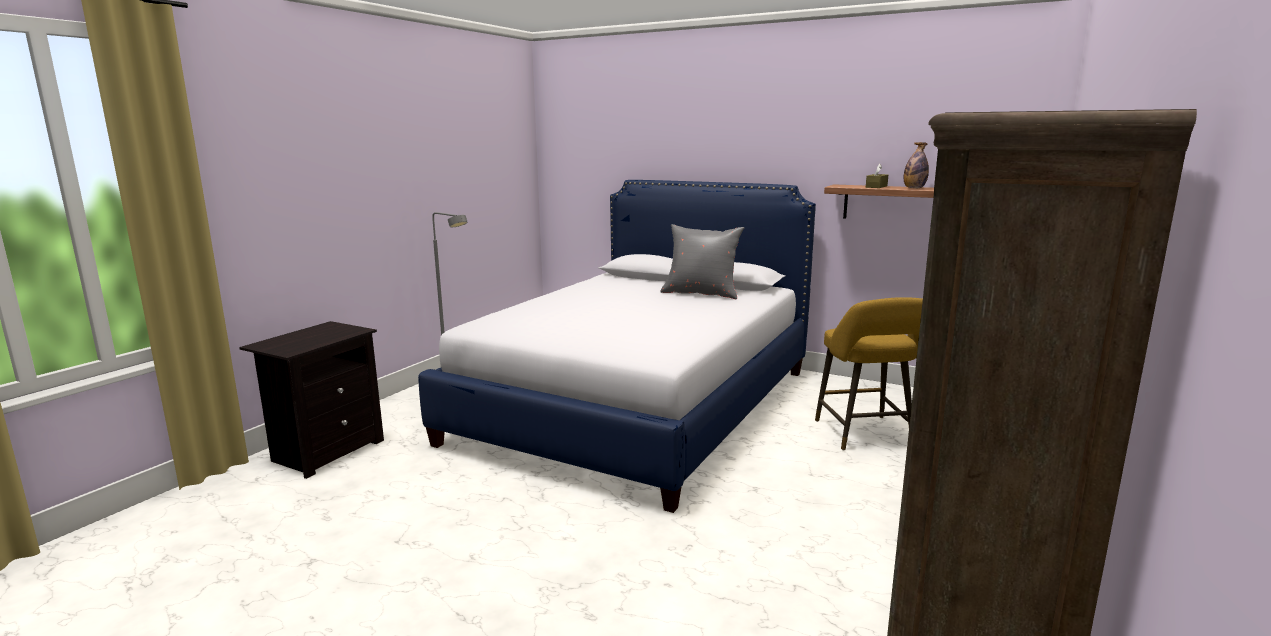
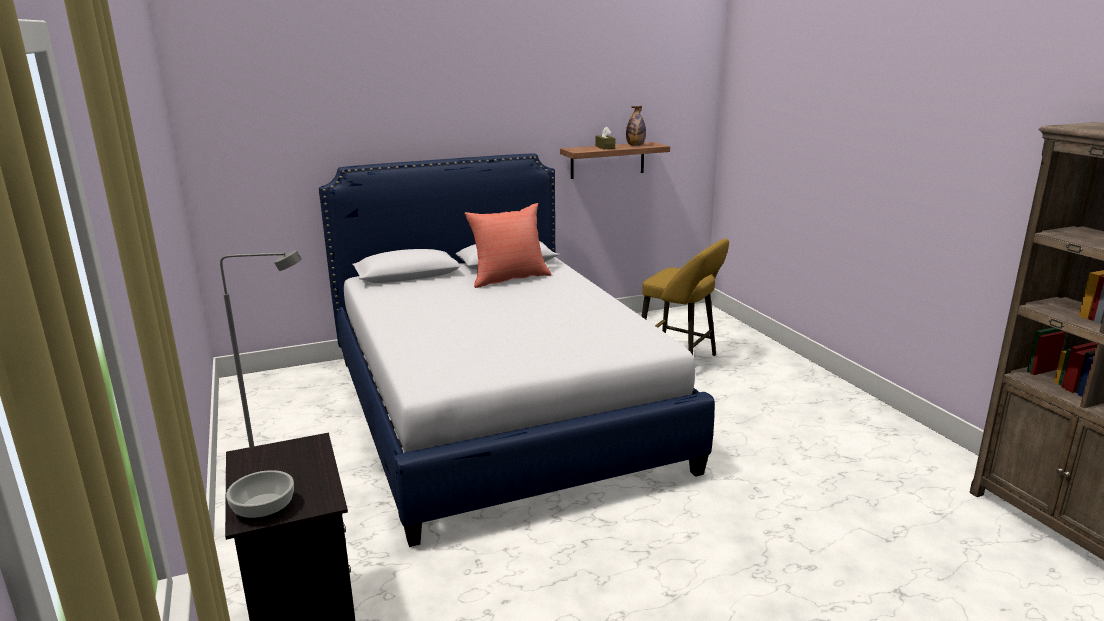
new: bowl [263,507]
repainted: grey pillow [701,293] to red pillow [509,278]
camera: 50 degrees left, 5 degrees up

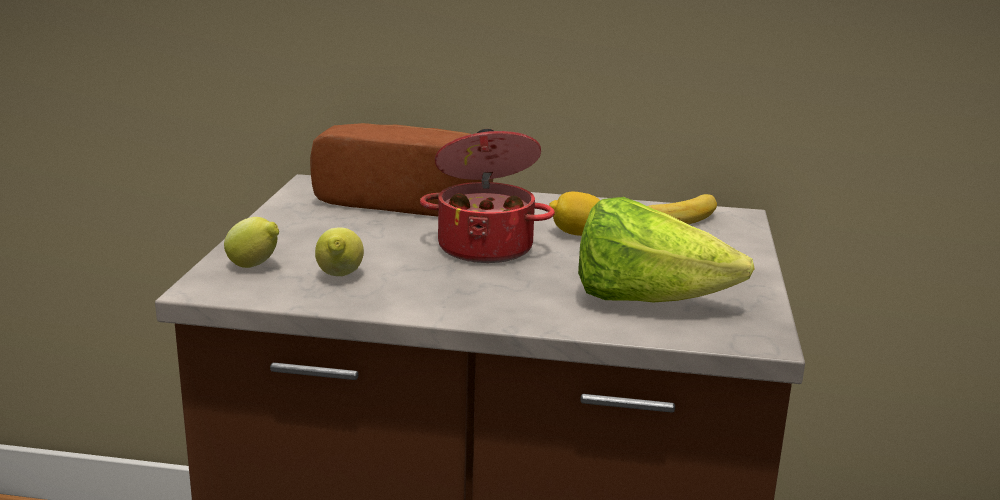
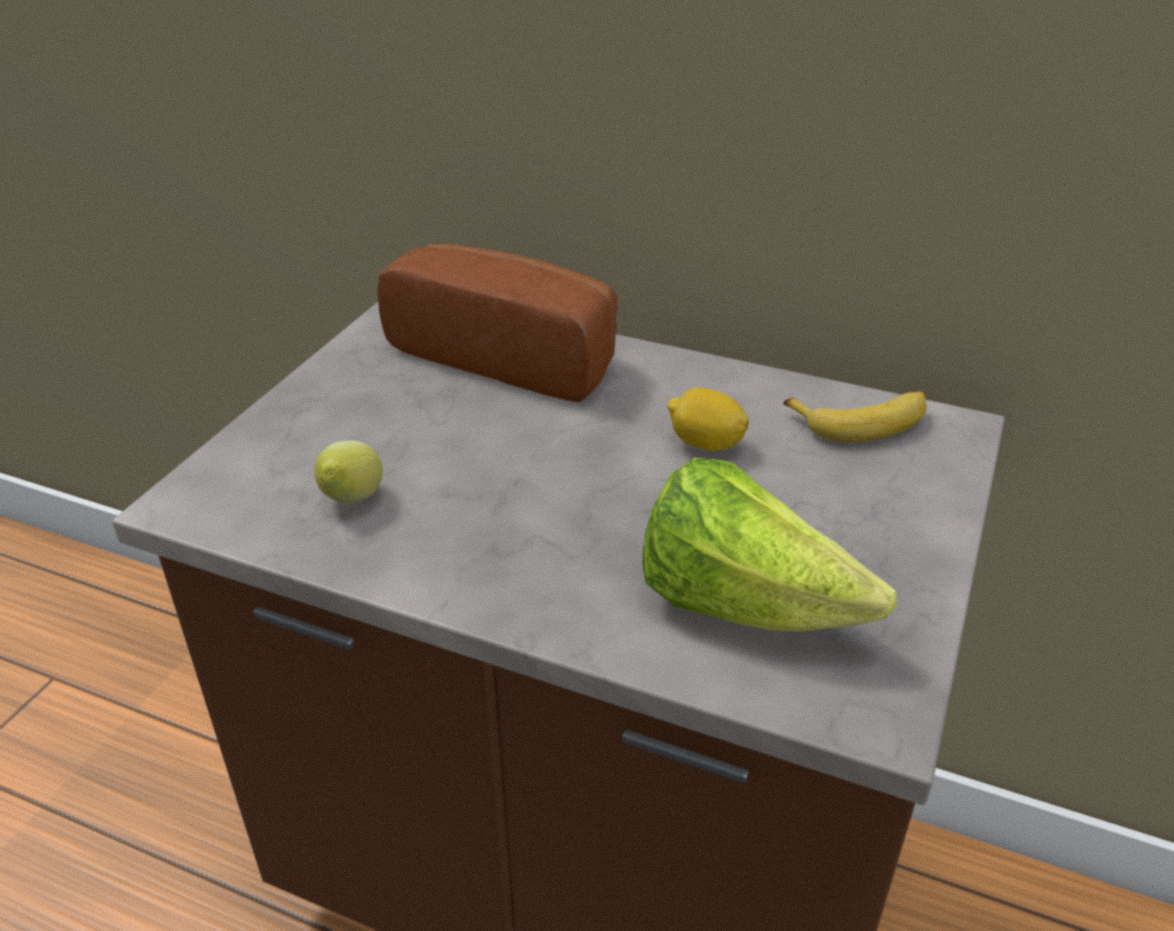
gone: lemon [255,266]; cooking pot [486,246]
camera: 15 degrees right, 15 degrees up

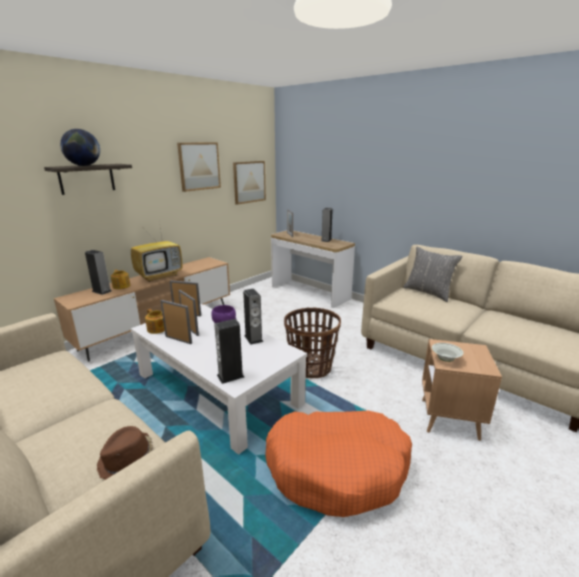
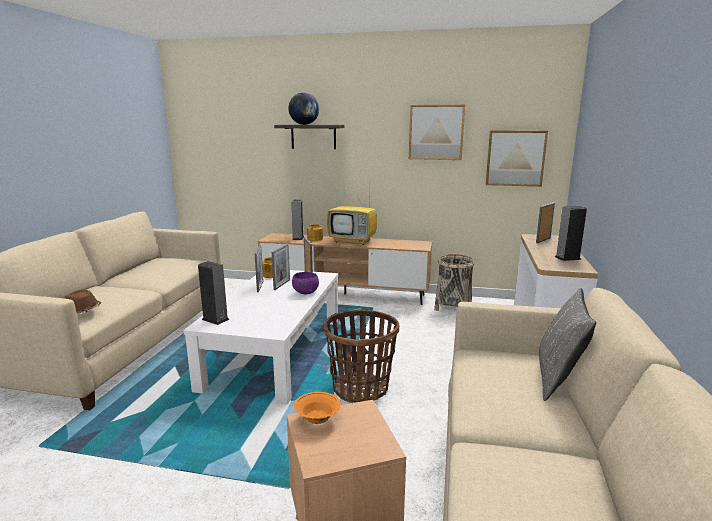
gone: speaker [253,338]; orange dog bed [337,468]
new: basket [453,307]
repainted: white bowl [445,359] to orange bowl [317,420]
camera: 60 degrees right, 5 degrees down

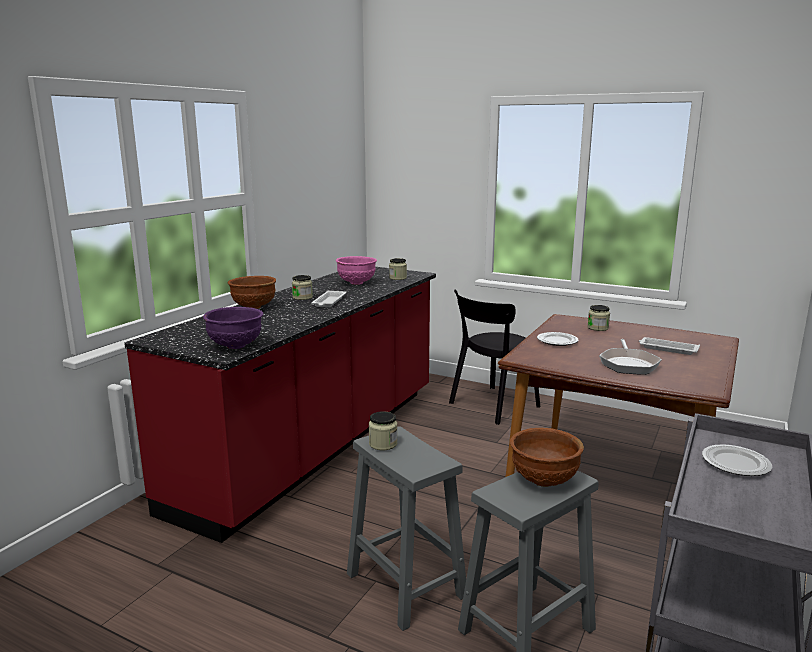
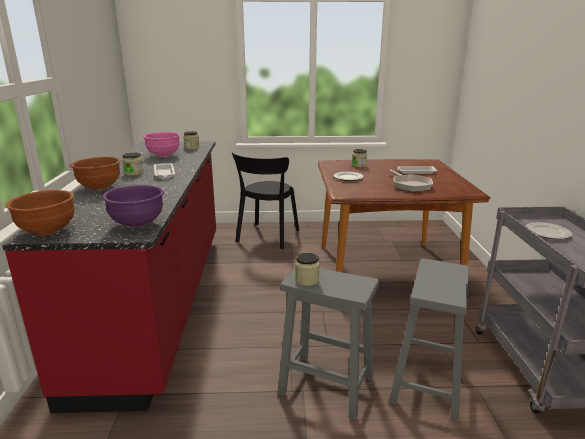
shifted: brown bowl [543,480] to [47,232]
camera: 30 degrees left, 5 degrees up

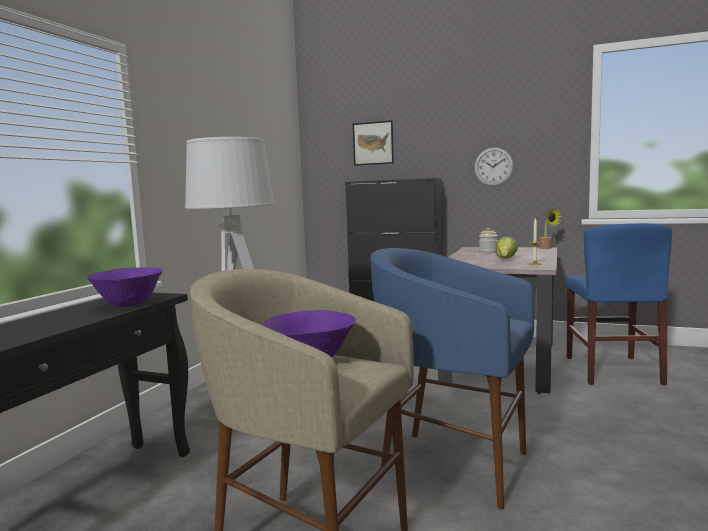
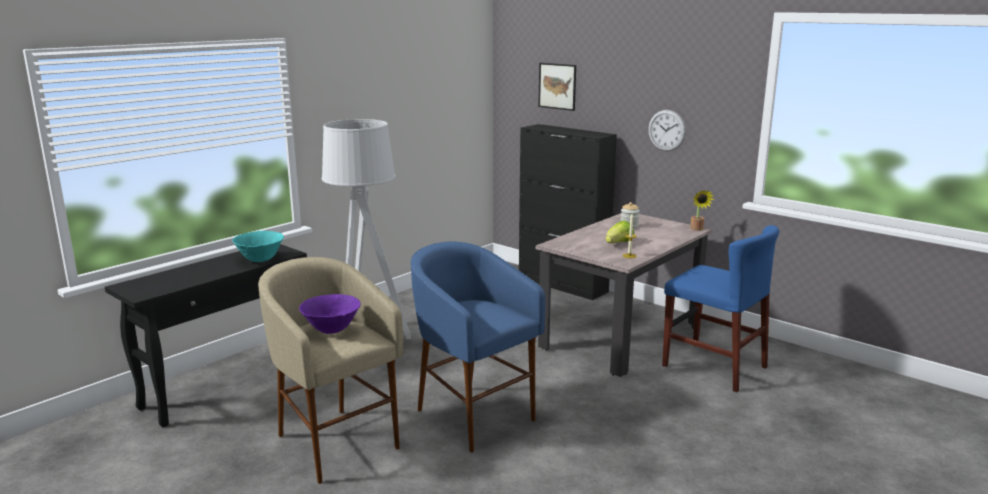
repainted: purple bowl [129,305] to turquoise bowl [260,260]
rotated: blue chair [612,370] = [714,366] 75 degrees counterclockwise
camera: 20 degrees right, 10 degrees up

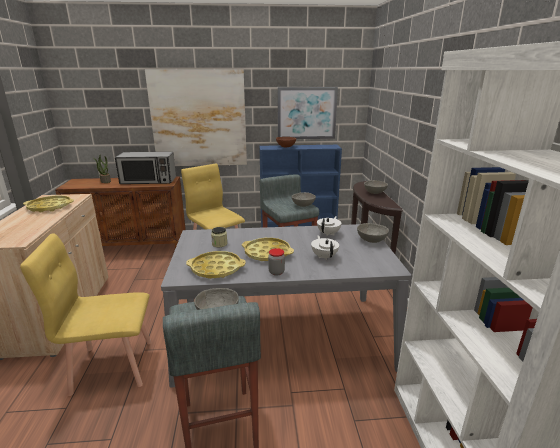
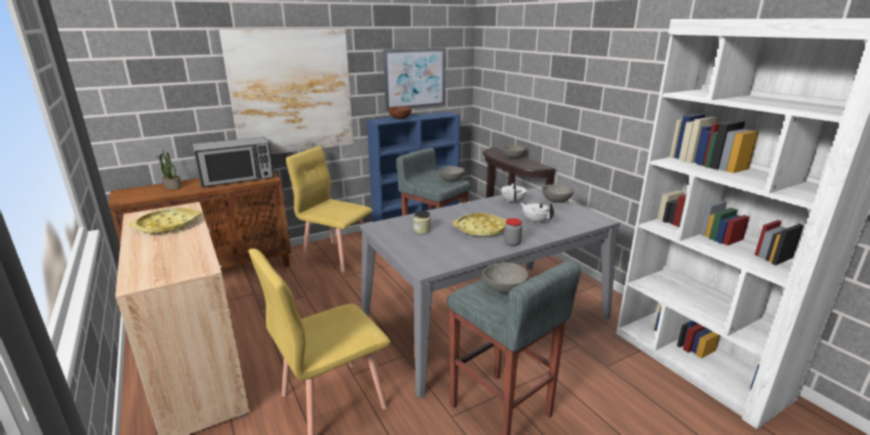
gone: yellow tray [216,269]
camera: 25 degrees left, 0 degrees up

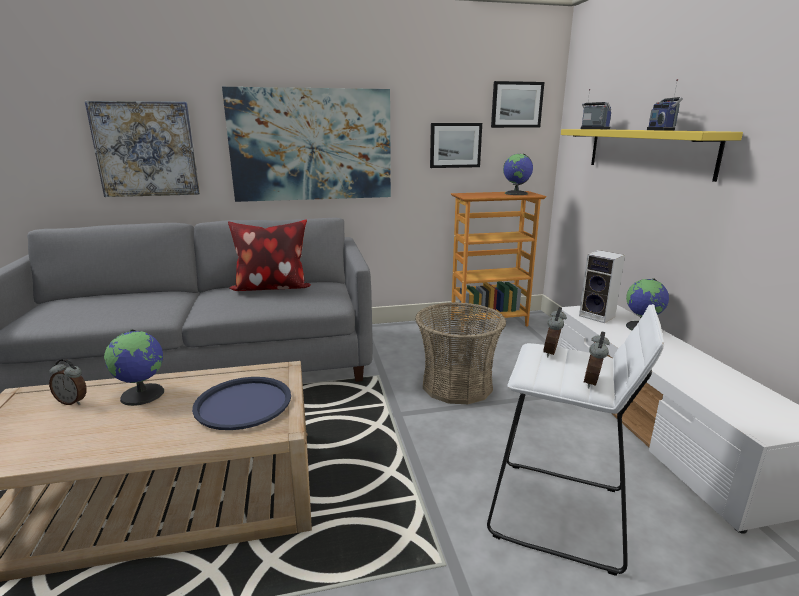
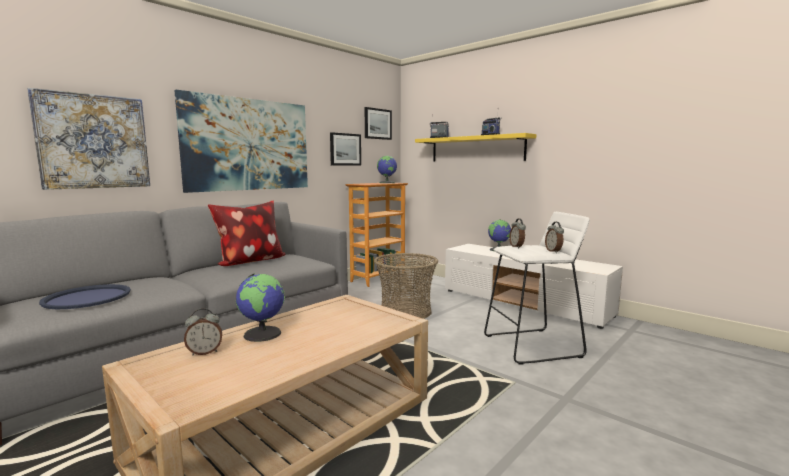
gone: speaker [598,316]
shifted: blue tray [243,404] to [87,298]
camera: 35 degrees left, 10 degrees down

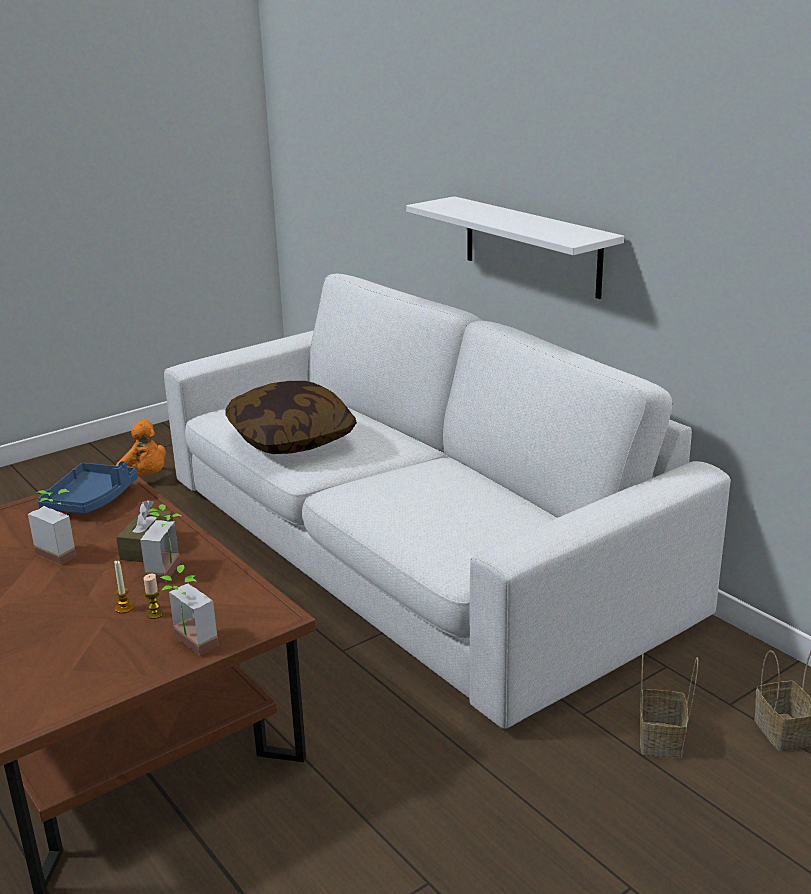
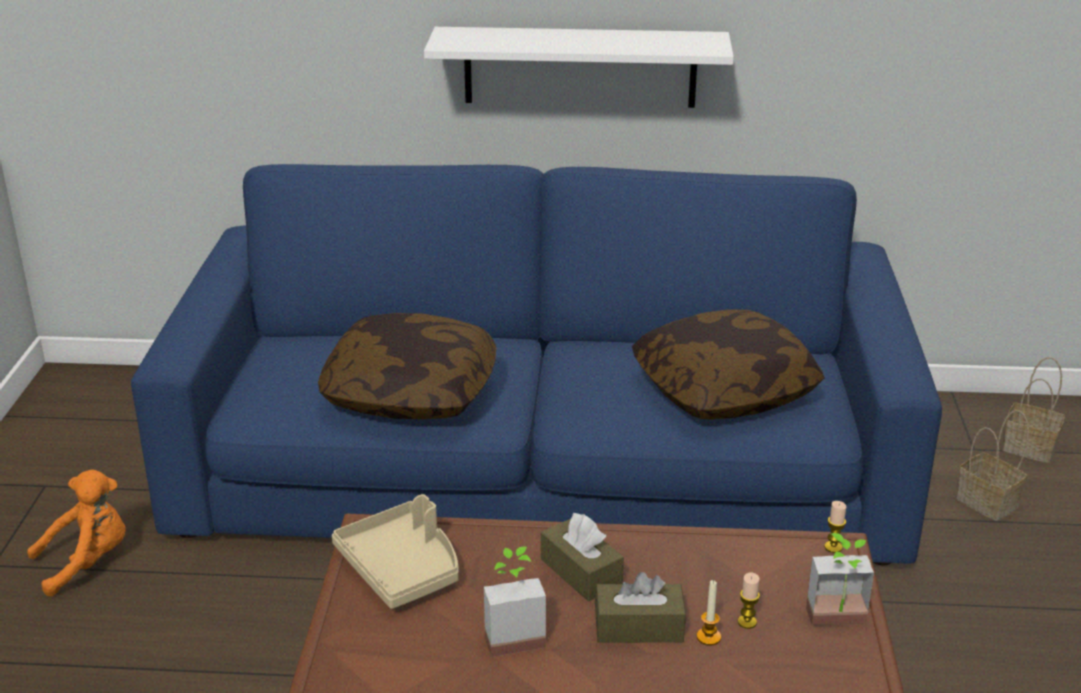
gone: potted plant [171,572]
new: brown tissue box [639,627]; pillow [724,390]; candle [833,547]
repainted: blue tray [91,500] to beige tray [402,568]; white sofa [409,547] to blue sofa [540,466]
camera: 50 degrees left, 5 degrees up

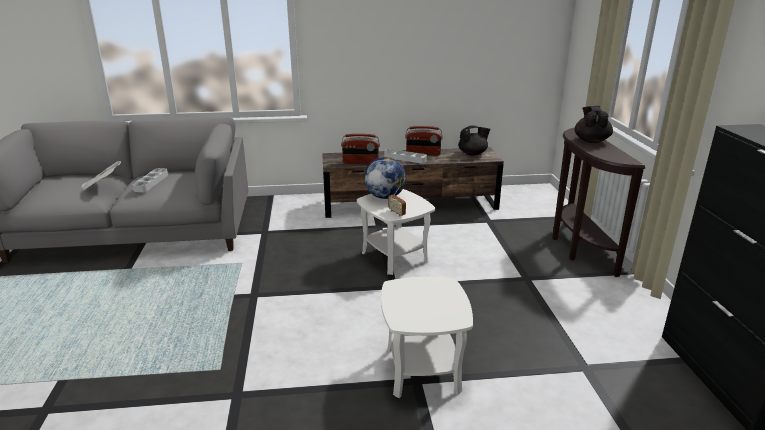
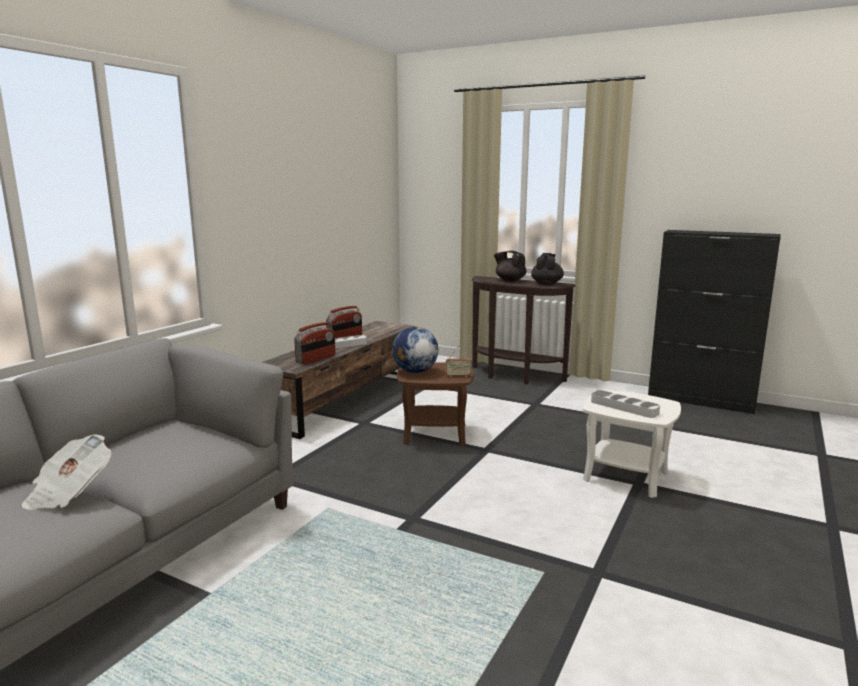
shifted: grey tray [151,182] to [624,407]; black teapot [473,154] to [546,283]
repainted: white side table [395,257] to brown side table [435,434]
camera: 55 degrees left, 10 degrees down

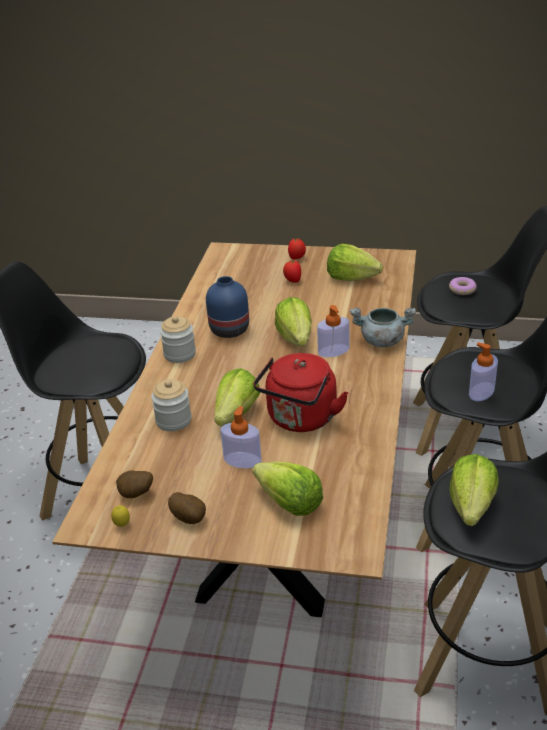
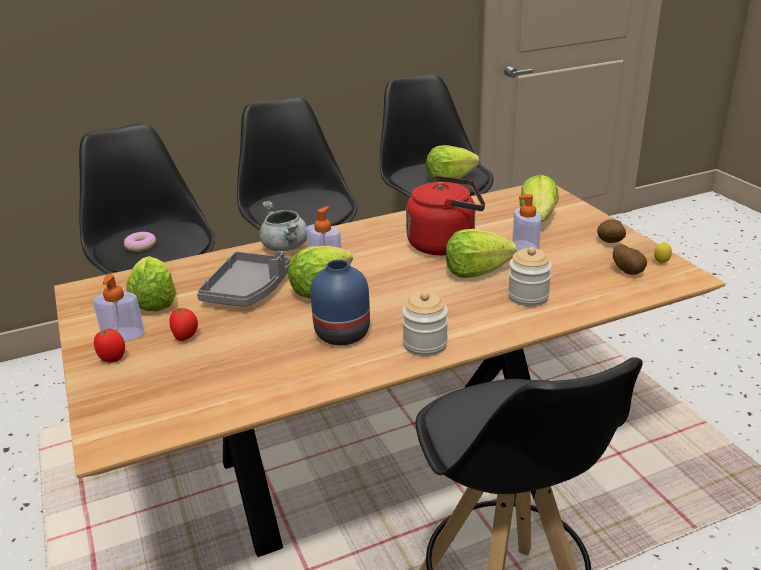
new: grey tray [248,290]
shifted: soap dispenser [481,392] to [123,334]
camera: 125 degrees left, 5 degrees down

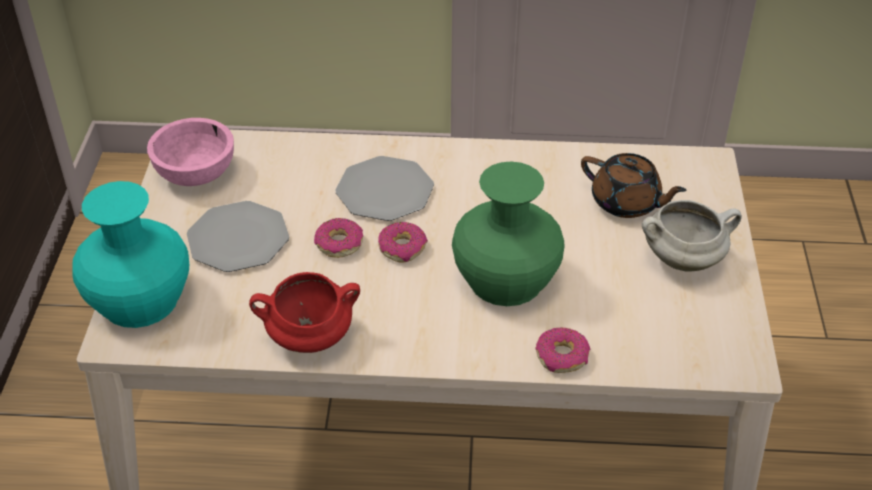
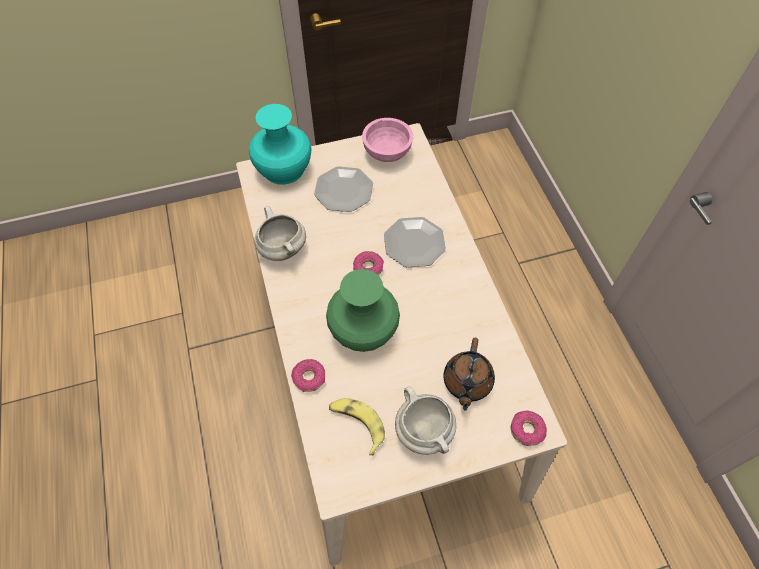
new: banana [357,424]
shifted: donut [339,244] to [527,430]
repainted: red cooking pot [308,338] to white cooking pot [281,248]
camera: 70 degrees right, 15 degrees up

